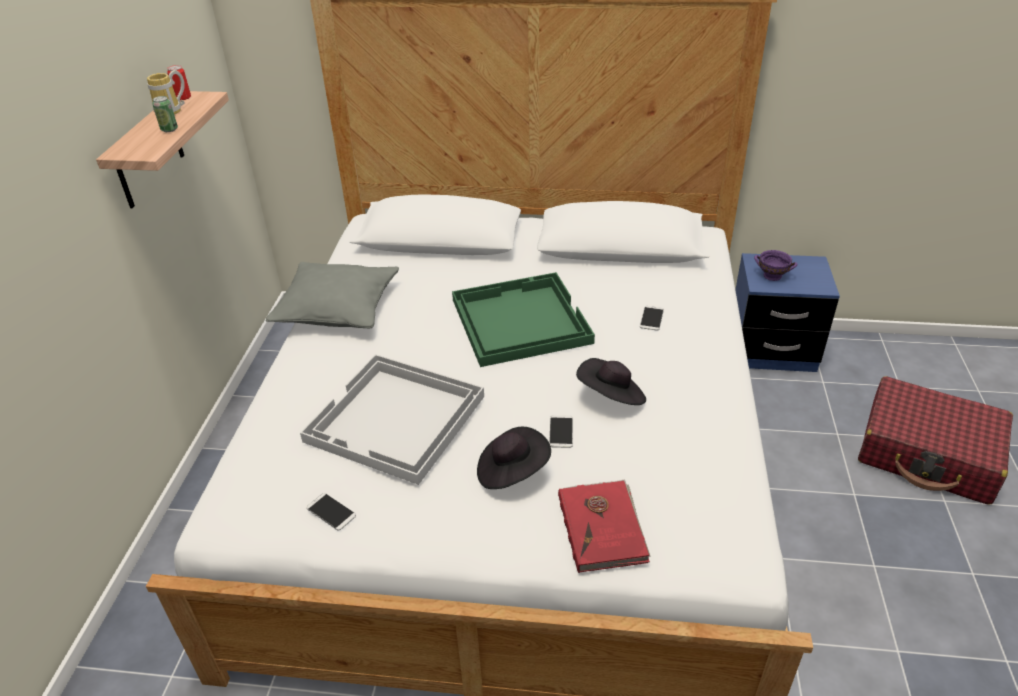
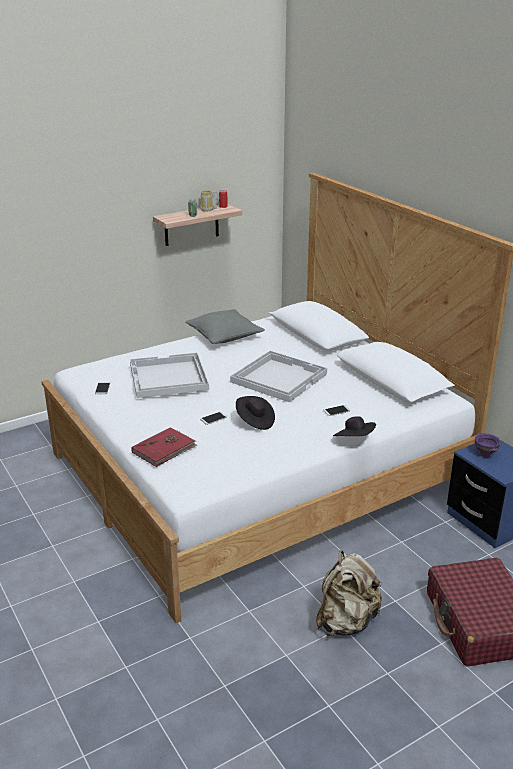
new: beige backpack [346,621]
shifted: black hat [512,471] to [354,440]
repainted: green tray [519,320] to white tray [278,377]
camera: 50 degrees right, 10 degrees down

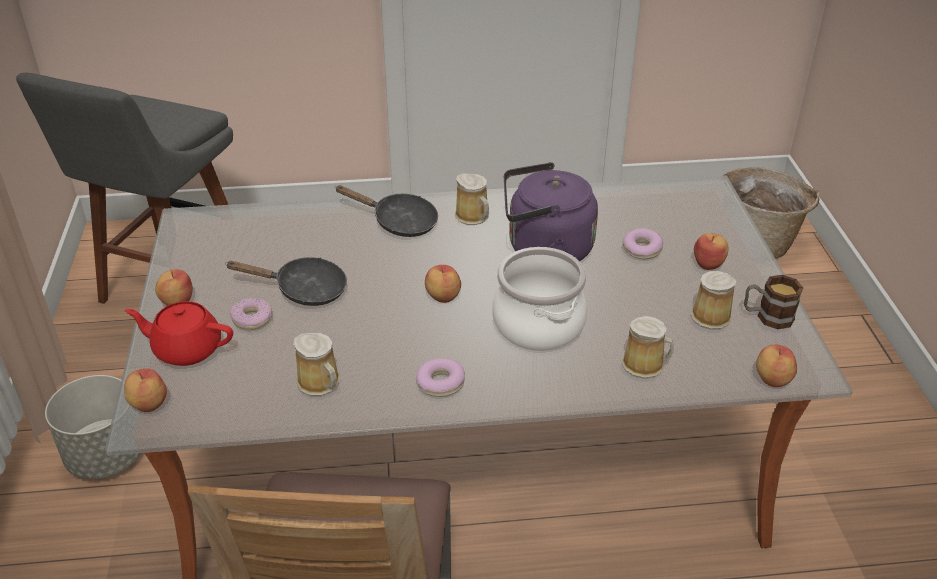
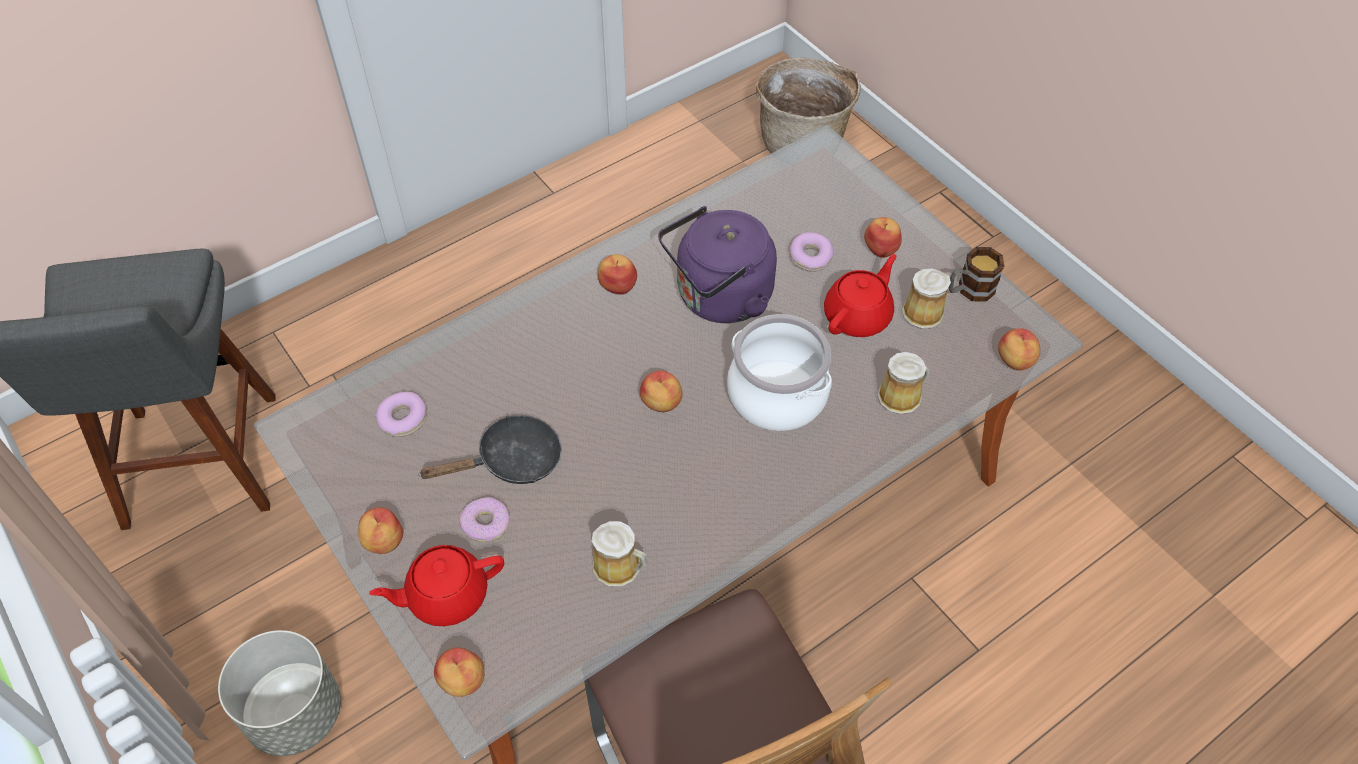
gone: black frying pan [399,222]
new: red teapot [858,316]
shifted: donut [440,383] to [403,419]
swapped: mug [473,217] to apple [618,285]
camera: 30 degrees left, 15 degrees up

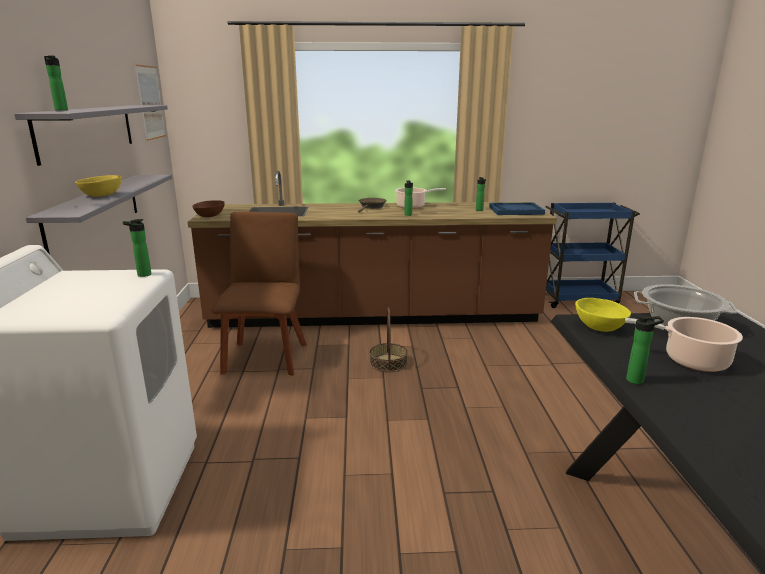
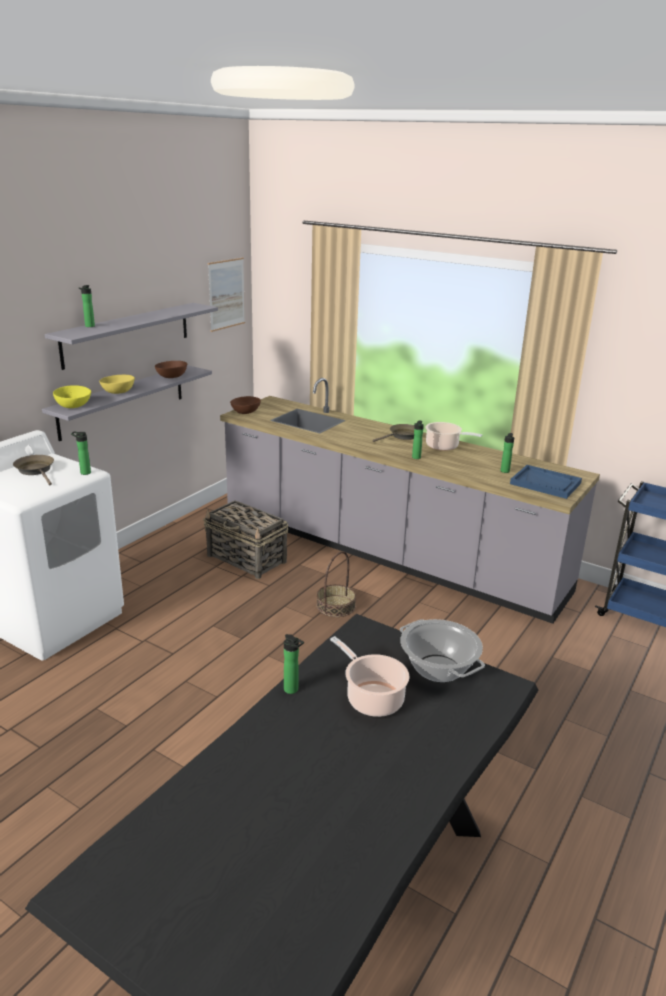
new: brown frying pan [36,471]; brown bowl [172,377]
shifted: yellow bowl [599,327] to [73,405]
swapped: brown chair [266,356] to basket [247,559]
repainted: brown counter [374,315] to grey counter [387,553]
camera: 35 degrees right, 5 degrees up

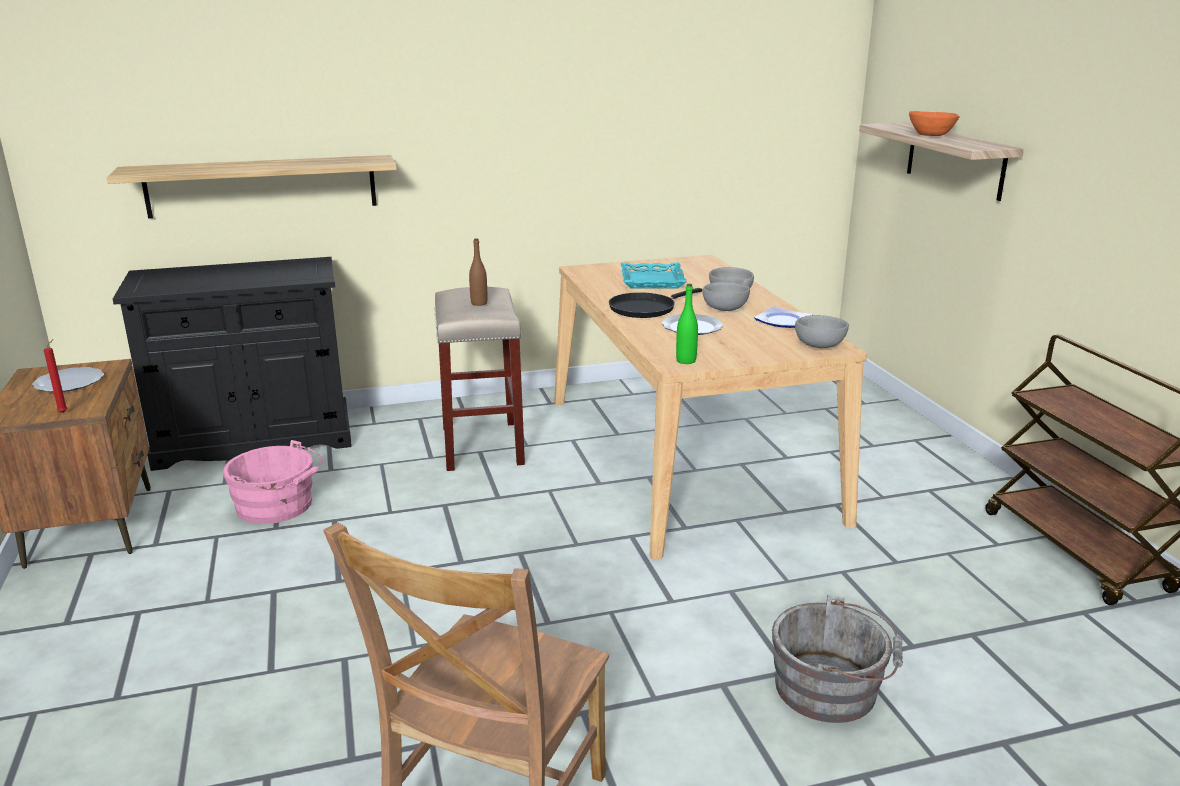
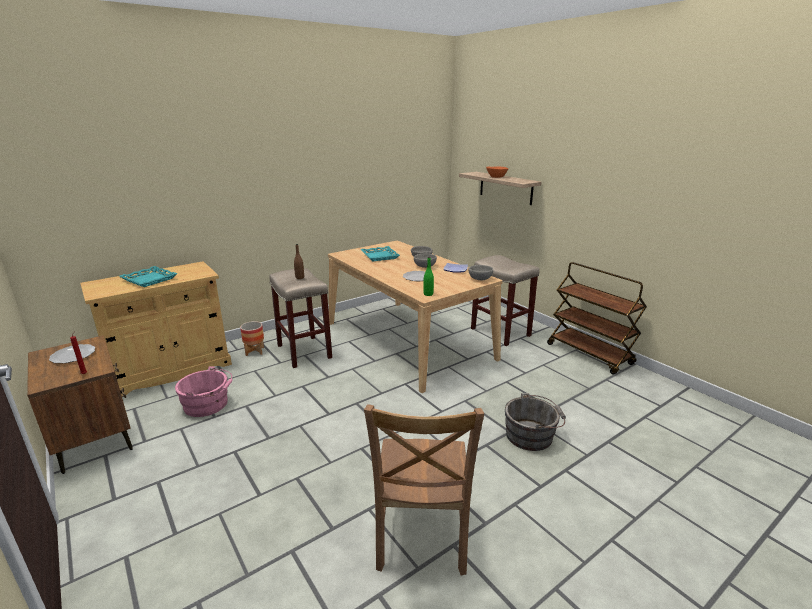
gone: shelf [262,186]; black frying pan [645,308]
new: turquoise tray [150,279]; planter [255,351]; beige stool [501,332]
repainted: black cabinet [255,440] to beige cabinet [171,370]
camera: 20 degrees left, 0 degrees up

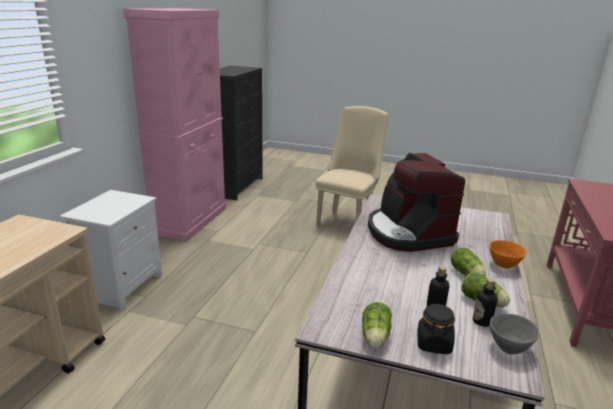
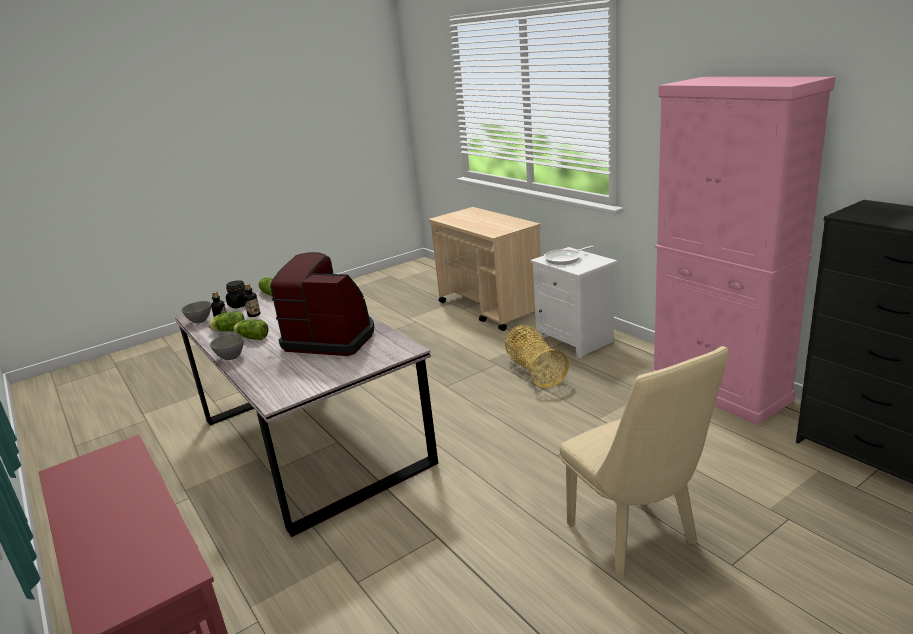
new: basket [534,371]; frying pan [565,259]
repainted: orange bowl [504,265] to grey bowl [230,357]
camera: 130 degrees right, 0 degrees up

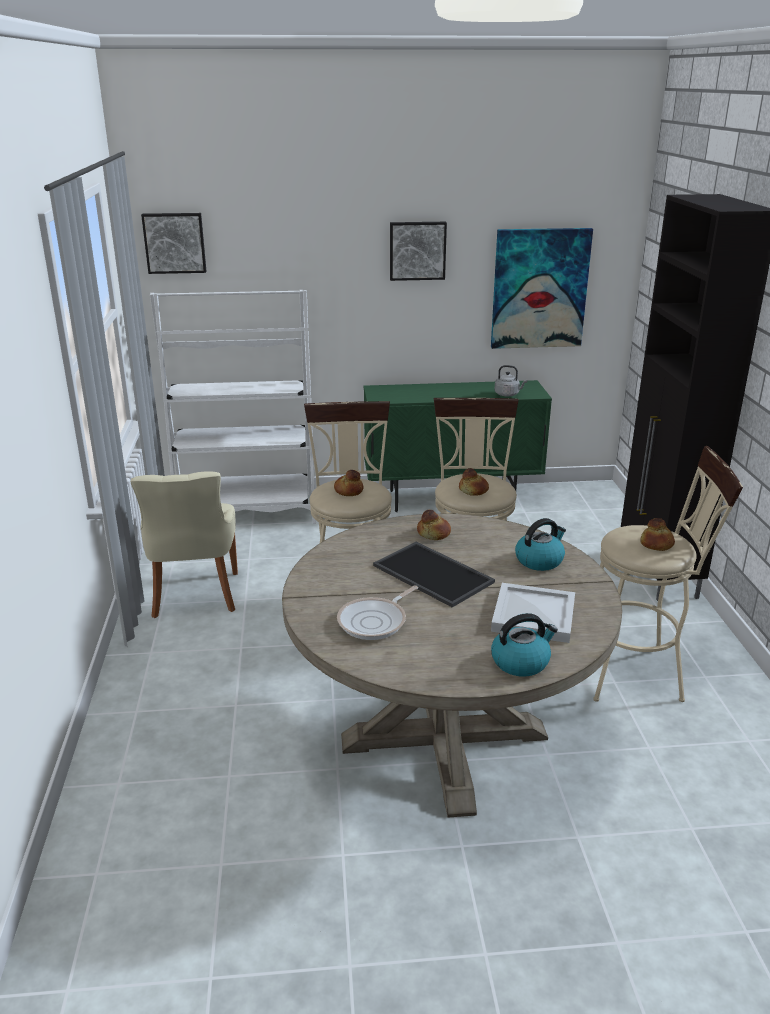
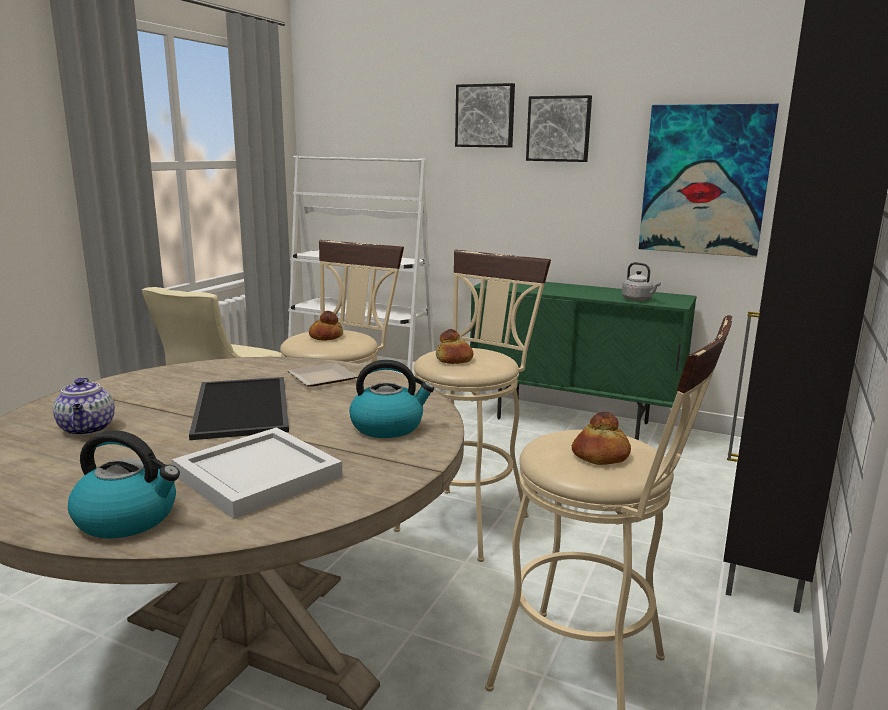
shifted: picture [175,243] to [485,116]
swapped: frying pan [375,621] to teapot [87,429]; bread [434,533] to plate [323,377]
camera: 30 degrees right, 10 degrees down

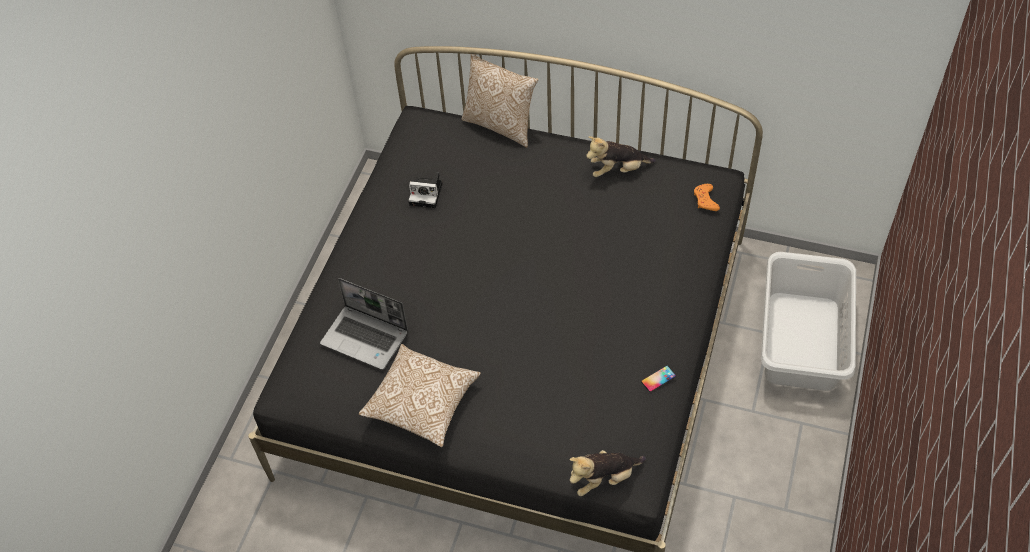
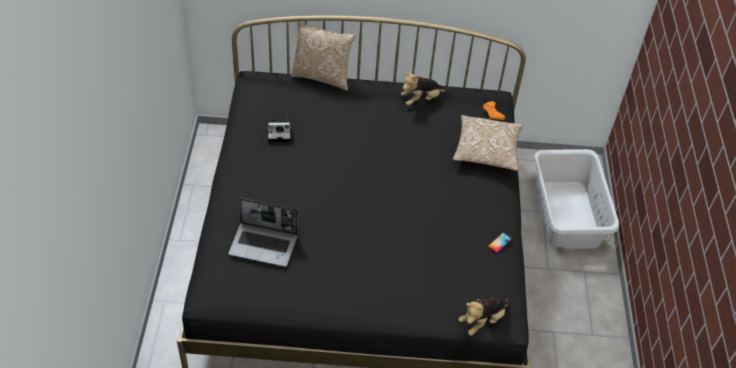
shifted: pillow [422,403] to [486,151]
camera: 20 degrees left, 5 degrees down

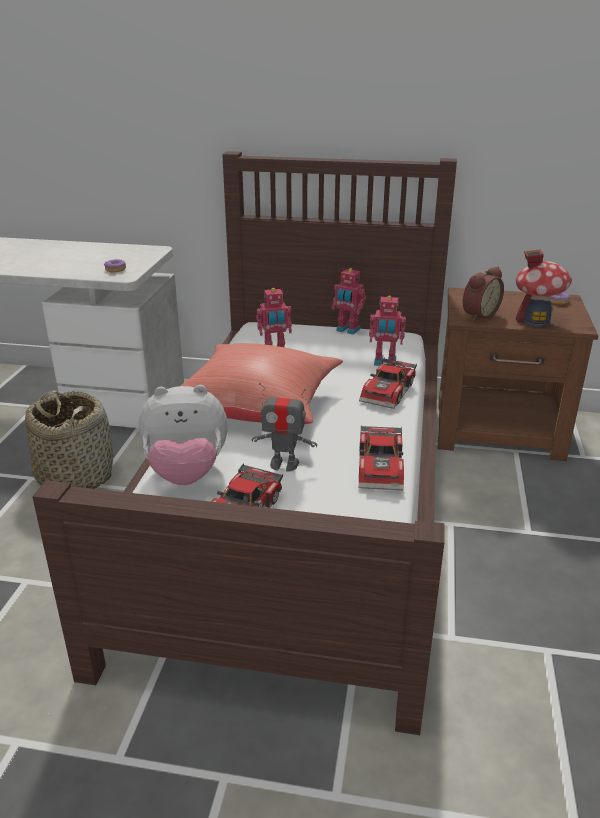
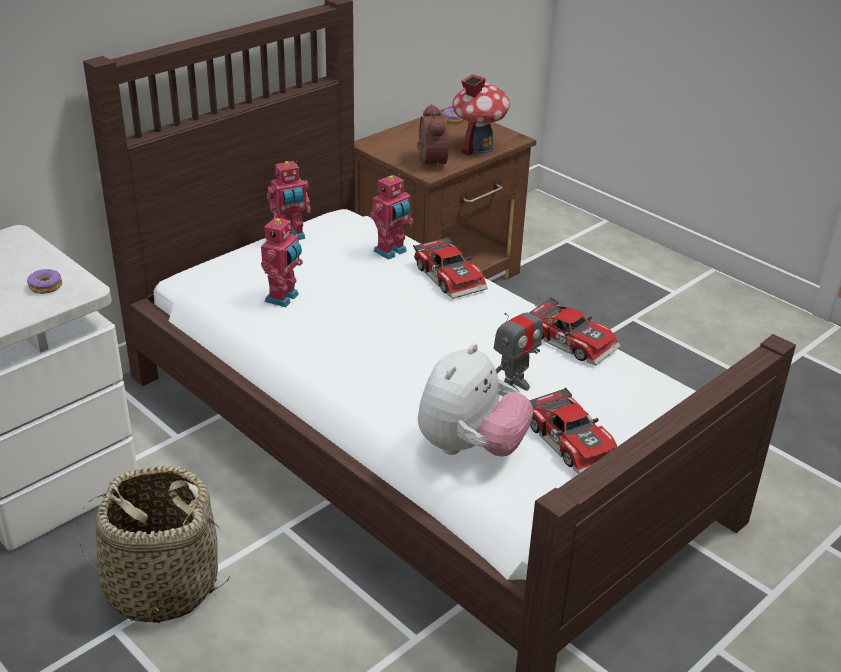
gone: red pillow [258,406]
camera: 55 degrees left, 5 degrees up

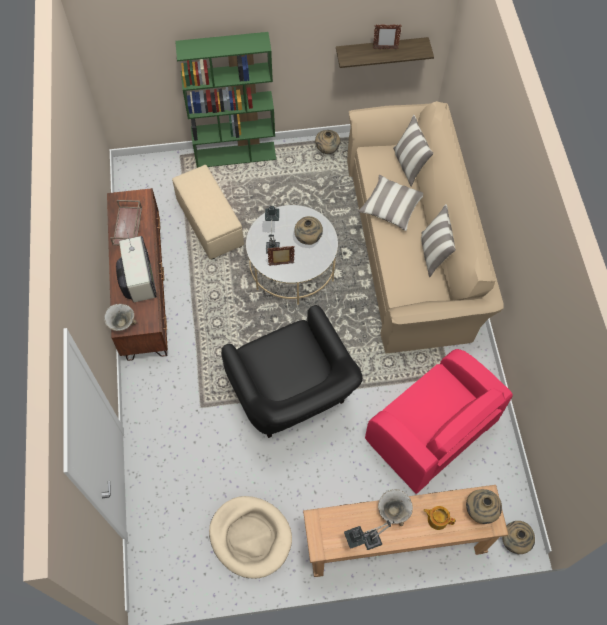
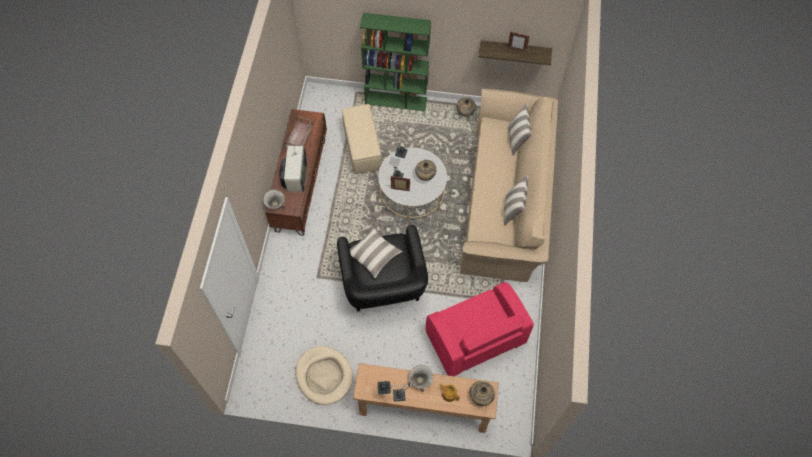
gone: beige vase [514,541]
shifted: pillow [391,207] to [373,255]
camera: 15 degrees right, 0 degrees up

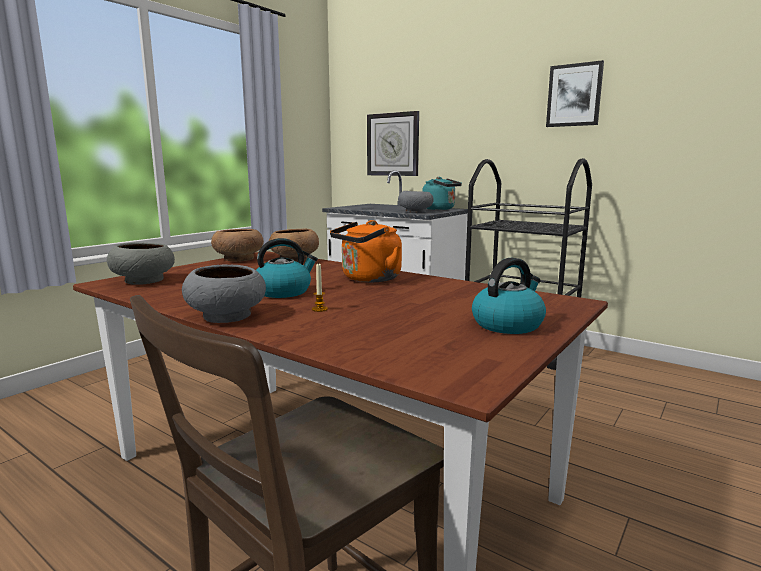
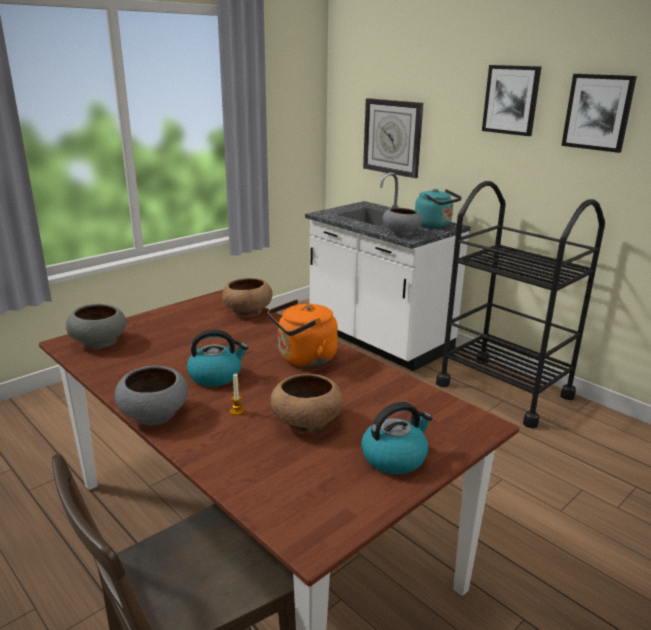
new: picture [511,100]
shifted: brown bowl [238,259] to [306,421]
camera: 10 degrees right, 10 degrees up

